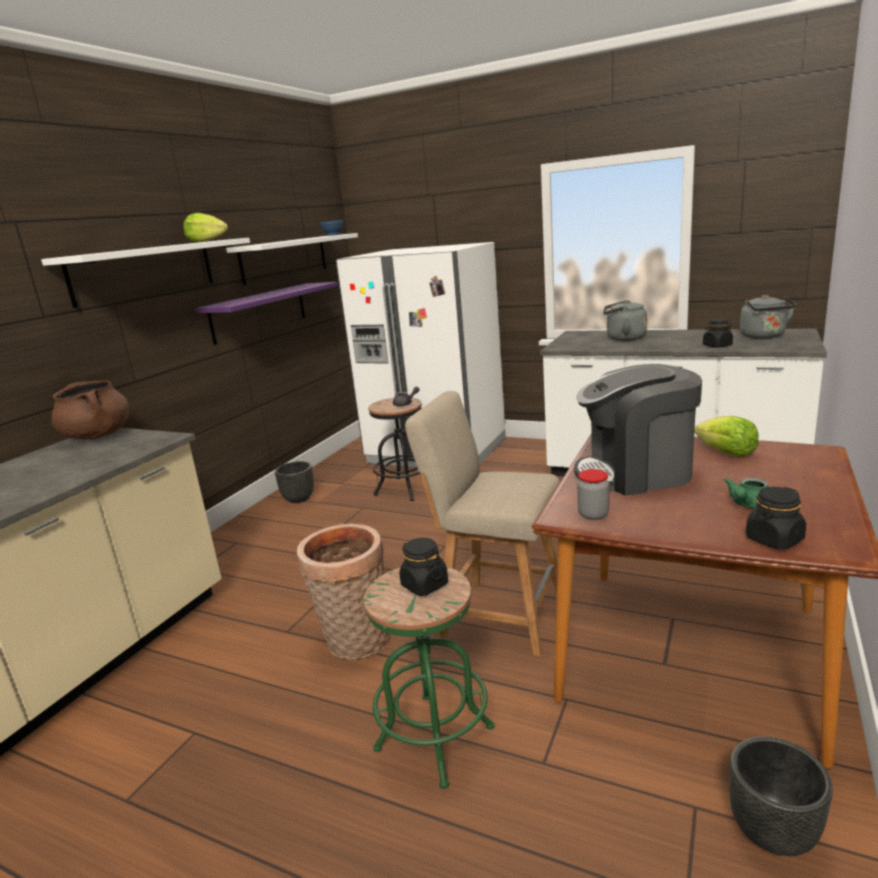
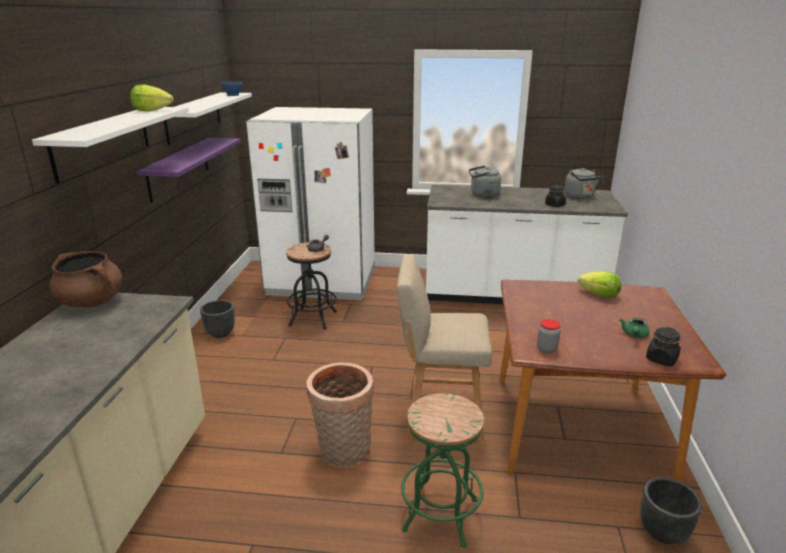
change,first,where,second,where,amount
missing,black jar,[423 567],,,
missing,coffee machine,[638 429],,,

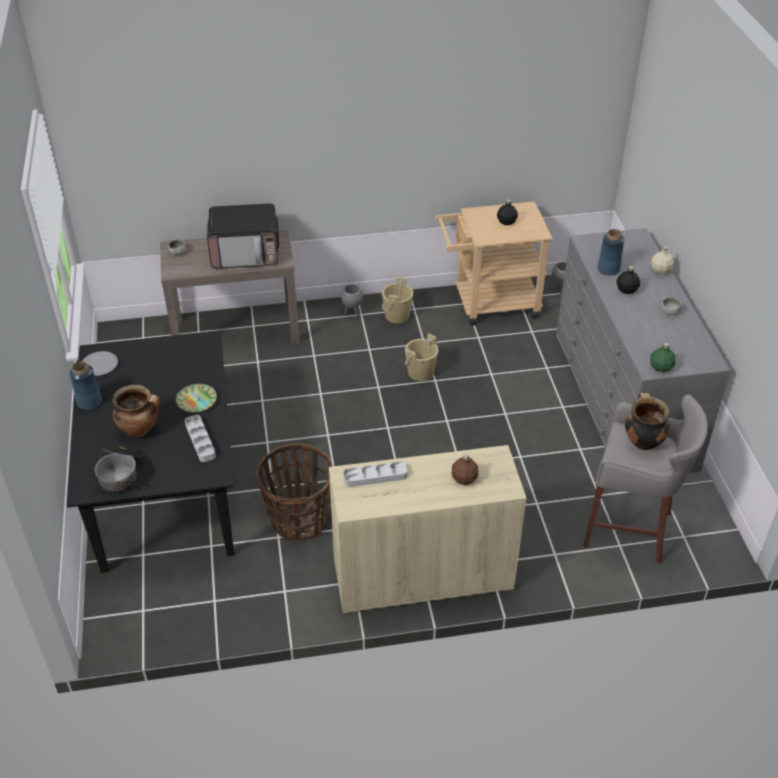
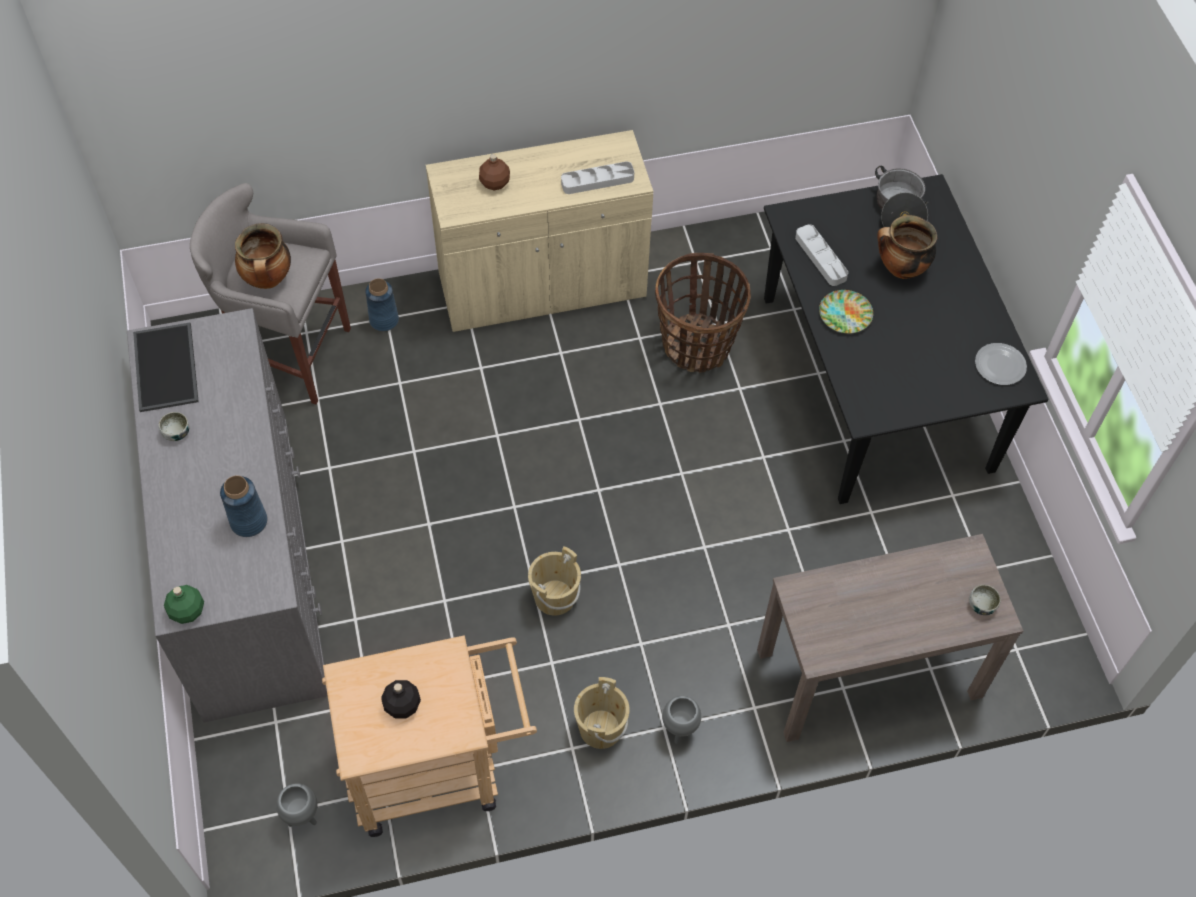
change,first,where,second,where,amount
missing,microwave,[243 236],,,
missing,black bottle,[628 280],,,
missing,beige bottle,[662 260],,,
appeared,,,tray,[166 367],
relocated,blue vase,[86 385],,[382 304],
relocated,green bottle,[662 357],,[184 604],

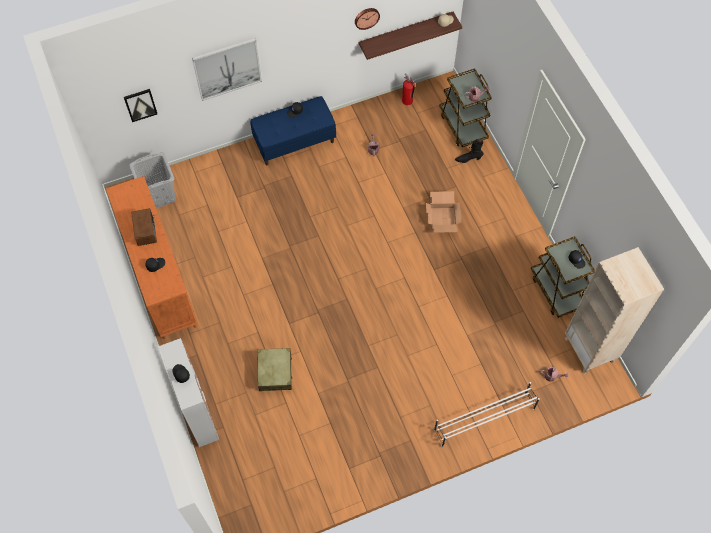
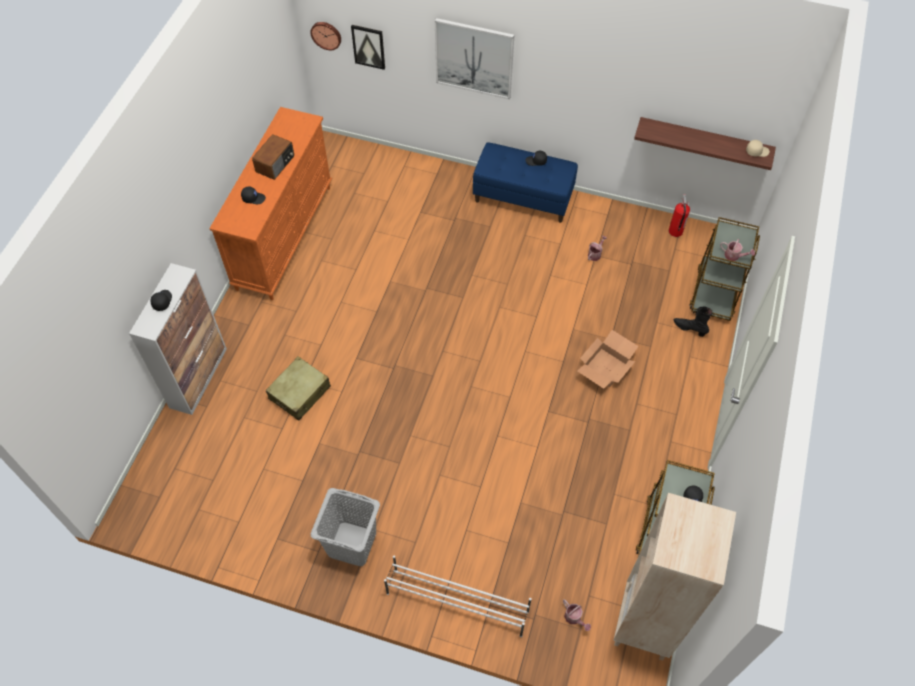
change,first,where,second,where,amount
relocated,grey laundry basket,[152 180],,[345 527],
relocated,wall clock,[367 19],,[325 36],

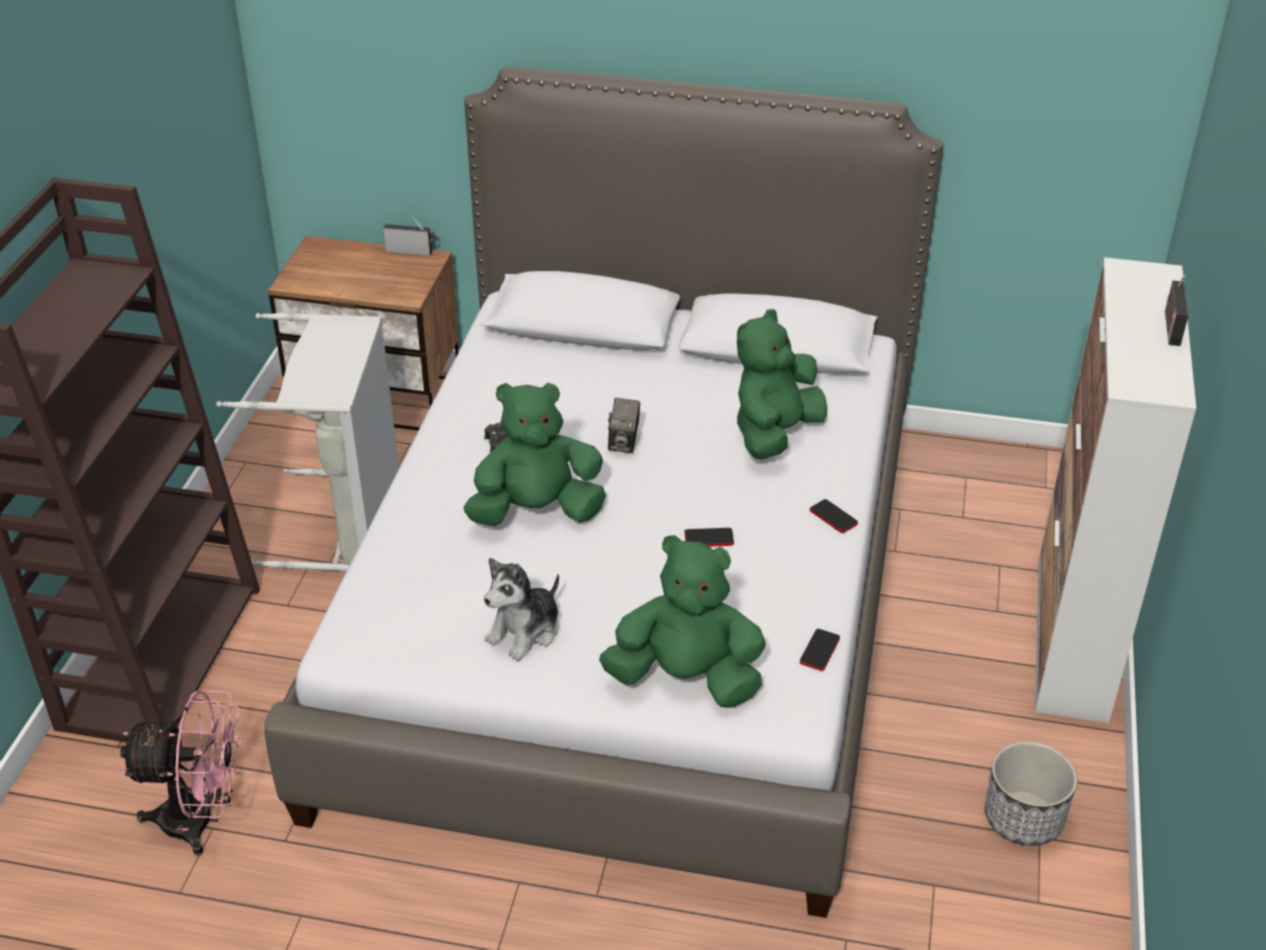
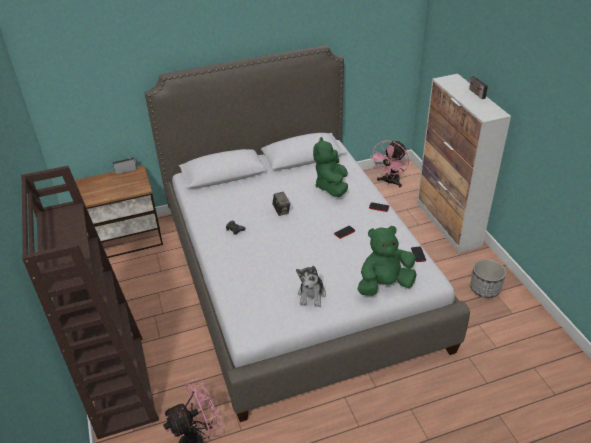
change,first,where,second,where,amount
missing,grey laundry basket,[307 442],,,
missing,green plush toy,[535 454],,,
appeared,,,pink fan,[390 163],

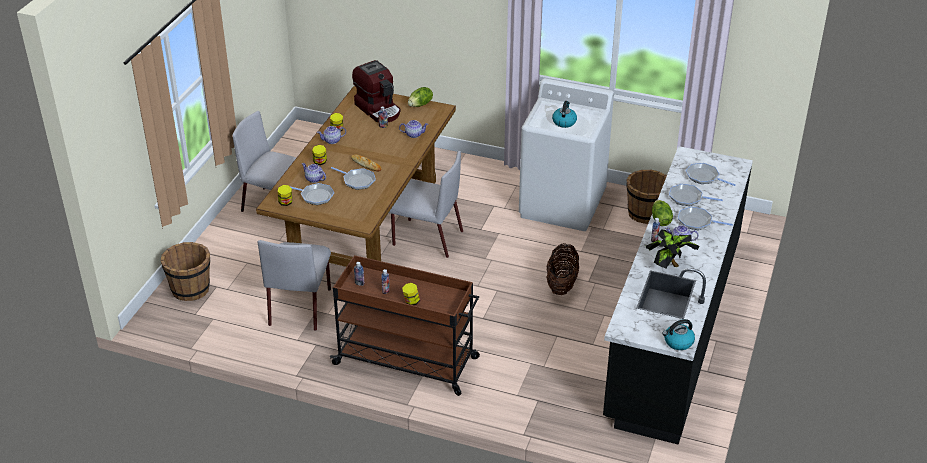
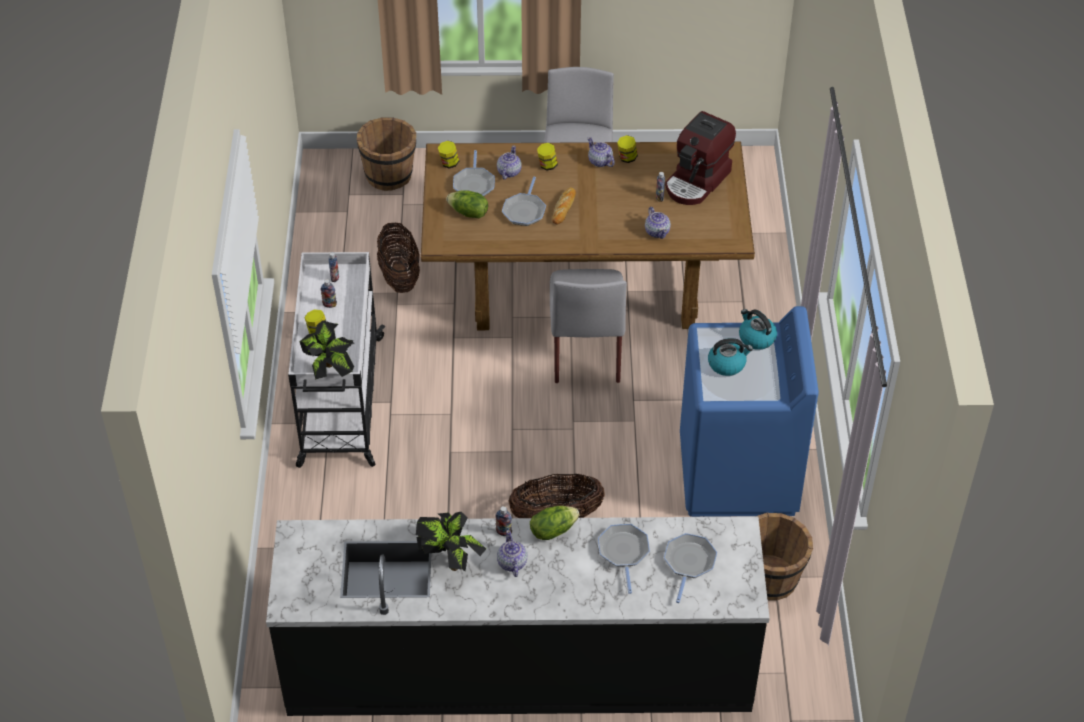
change,first,where,second,where,amount
missing,frying pan,[705 218],,,
appeared,,,potted plant,[326 350],
relocated,lettuce,[420 97],,[467 204],
relocated,kettle,[678 334],,[758 329],
exchanged,grey chair,[294 285],basket,[398 257],
colour,brown cart,[405 325],white cart,[336 360],
colour,white washing machine,[566 154],blue washing machine,[749 411],

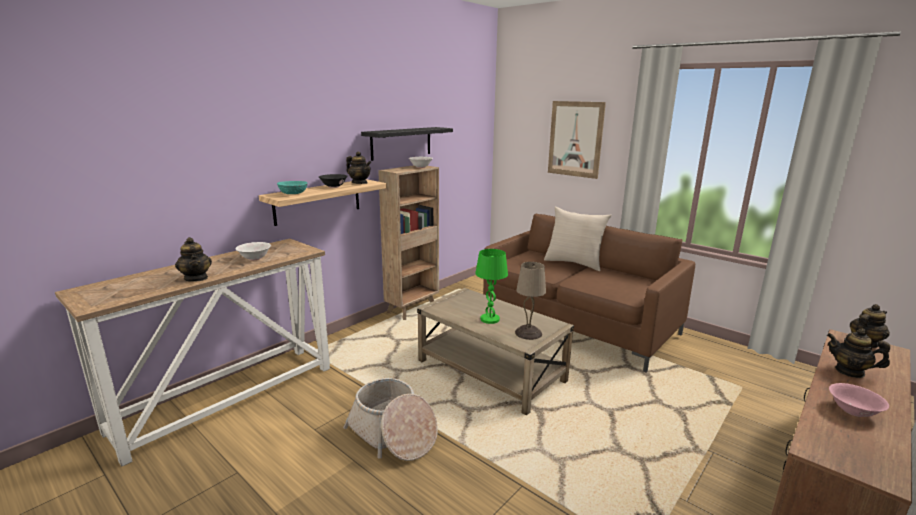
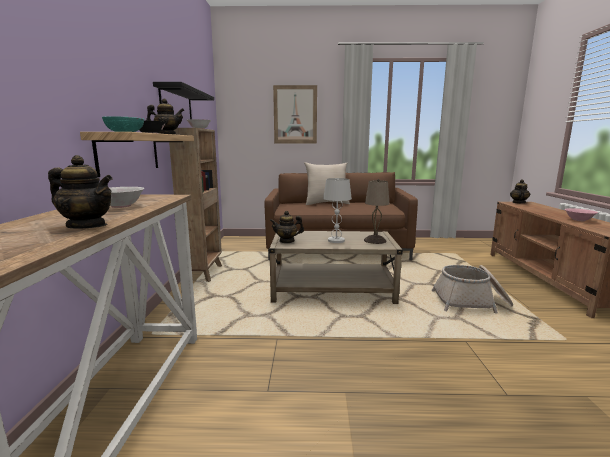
change,first,where,second,where,amount
relocated,basket,[390 419],,[472 289],
relocated,teapot,[858 353],,[287 227],
colour,green table lamp,[491 286],white table lamp,[337 210],

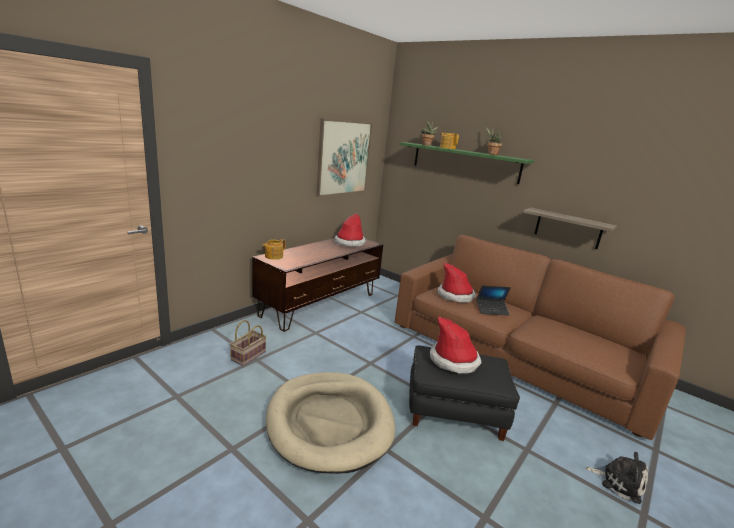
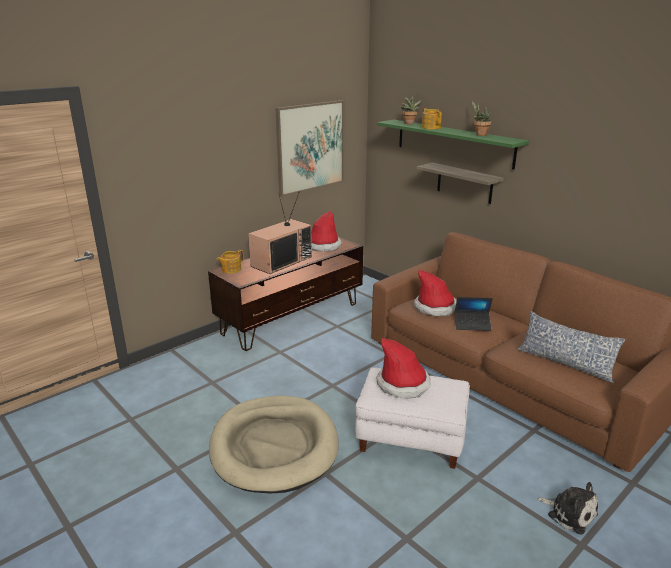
change,first,where,second,where,amount
missing,basket,[248 343],,,
appeared,,,television,[280 232],
appeared,,,pillow,[571 347],
relocated,shelf,[570 228],,[460 183],
colour,black ottoman,[464 393],white ottoman,[412 418],

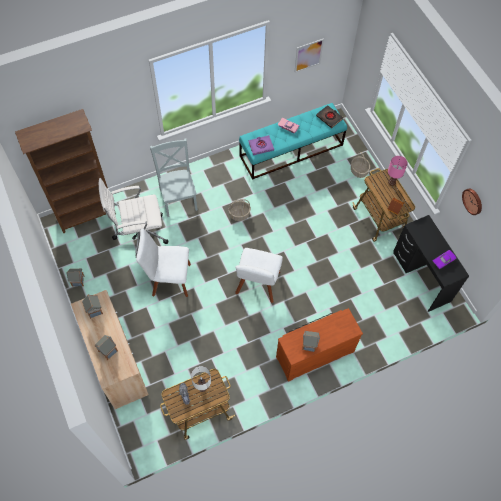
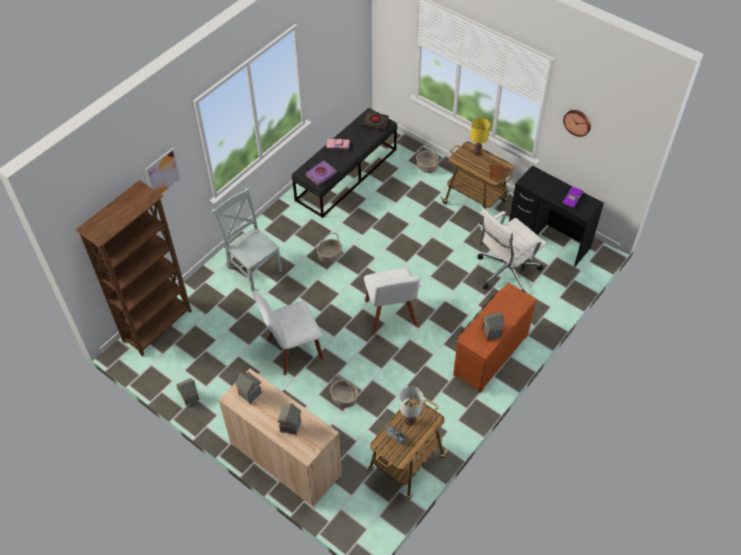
change,first,where,second,where,amount
appeared,,,basket,[344 392],
relocated,white office chair,[133 217],,[512 250],
relocated,picture,[309 55],,[163 171],
colour,turquoise bench,[293 141],black bench,[345 163],
colour,pink table lamp,[398 171],yellow table lamp,[480 137],

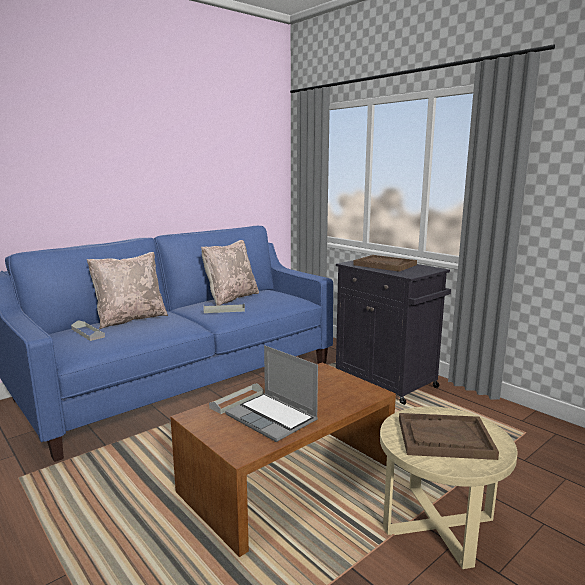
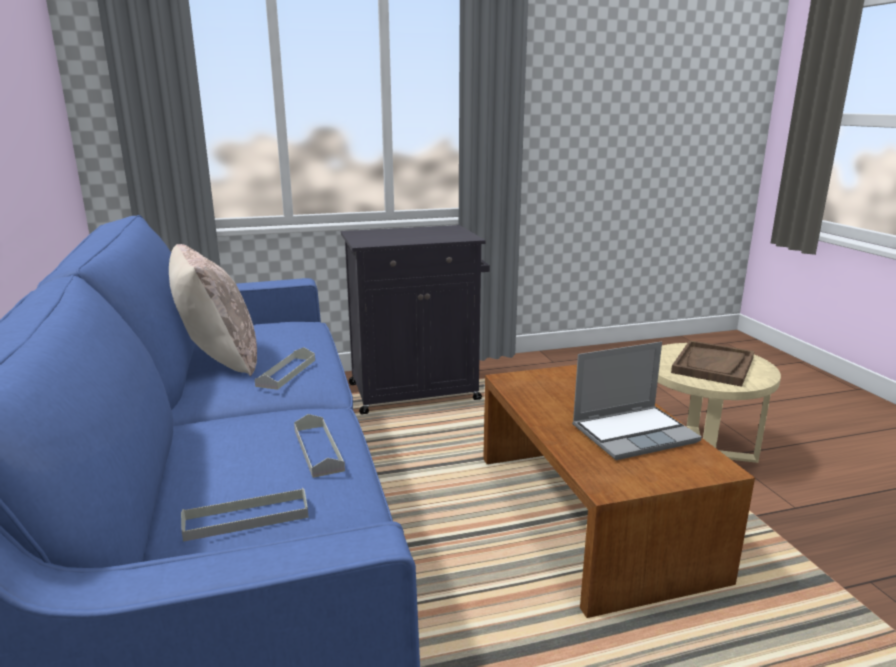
change,first,where,second,where,amount
missing,beige pillow,[127 290],,,
missing,brown tray,[385 263],,,
relocated,grey tray,[236 398],,[319 446],

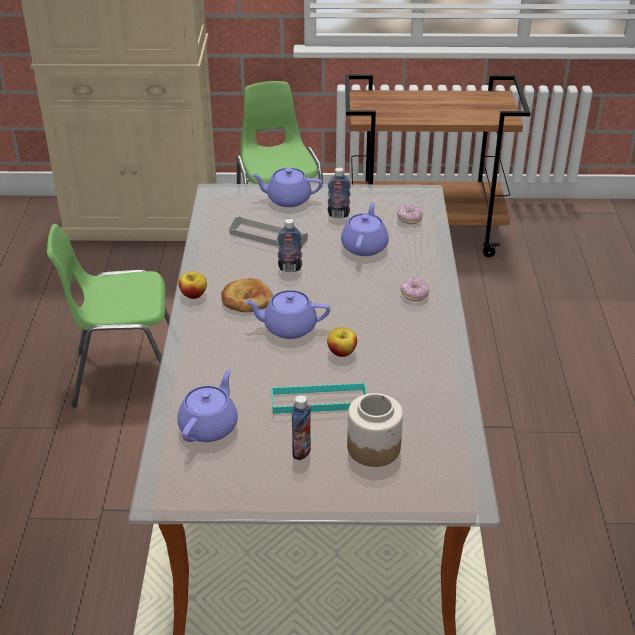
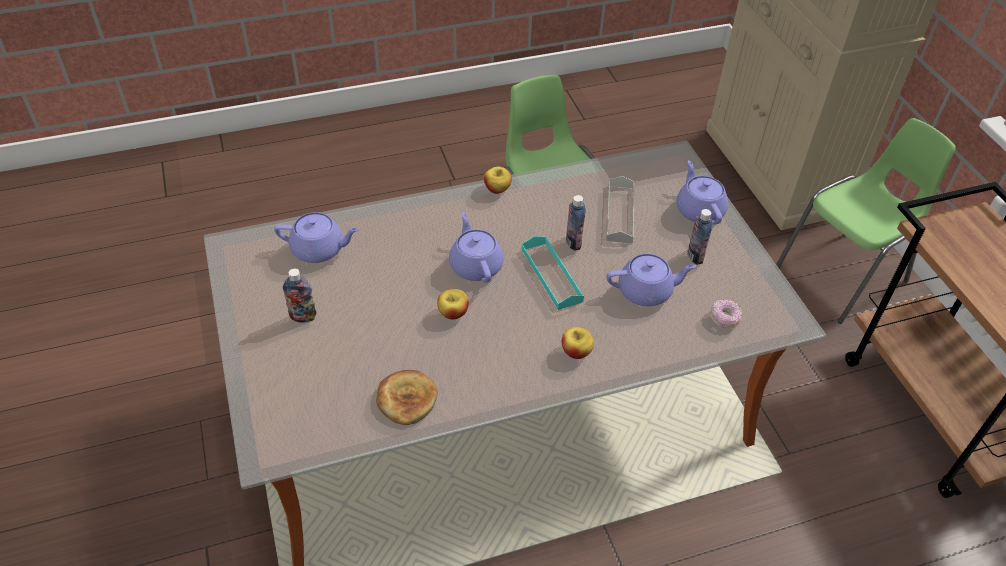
change,first,where,second,where,amount
missing,jar,[375 430],,,
relocated,bread,[247 295],,[407 397],
relocated,turquoise tray,[318 398],,[553 273],
exchanged,donut,[415 289],apple,[578 343],

